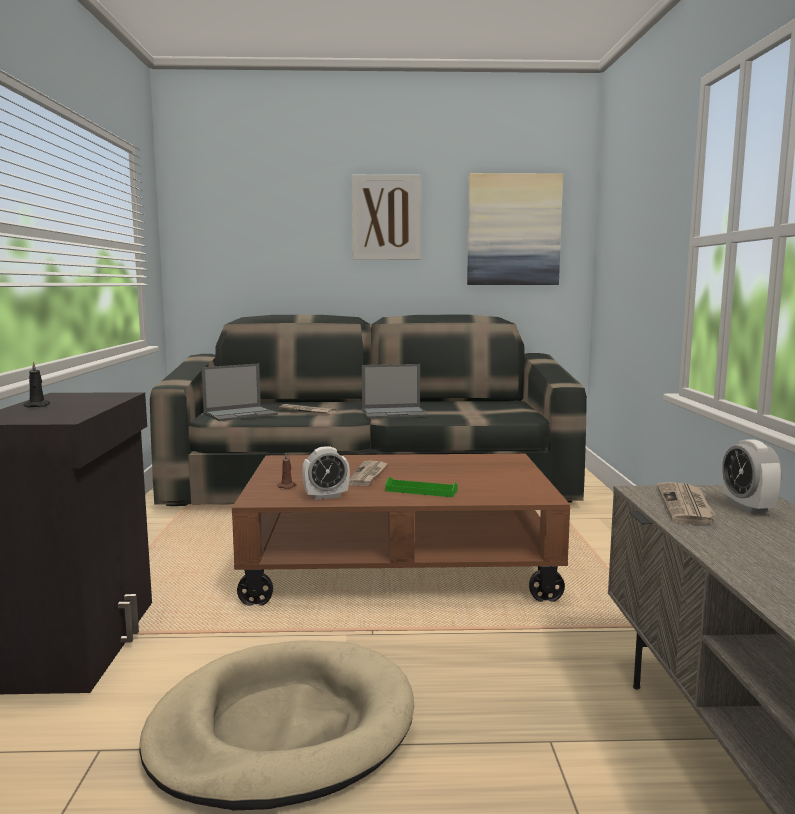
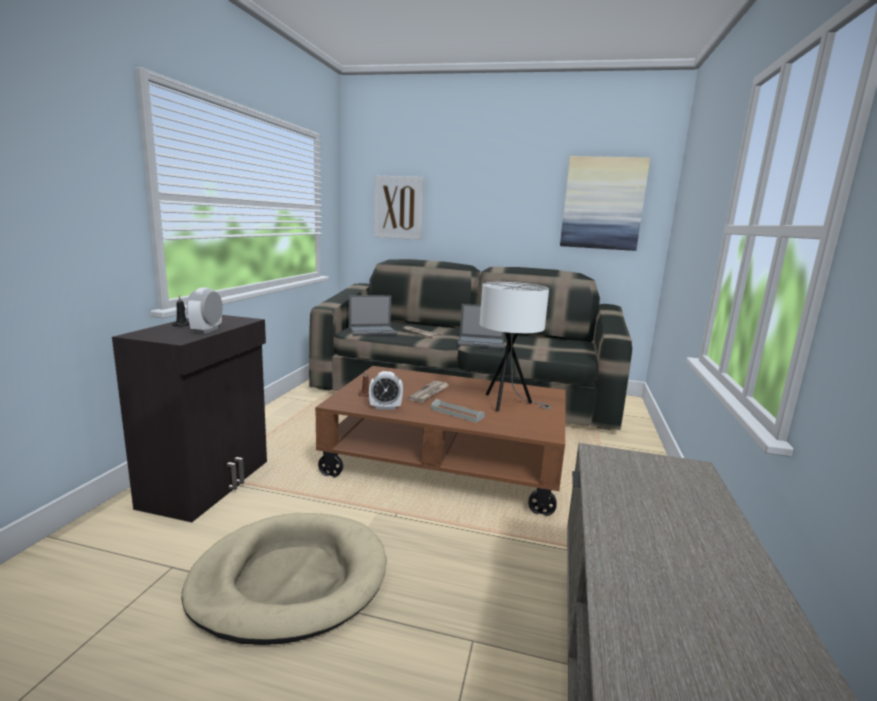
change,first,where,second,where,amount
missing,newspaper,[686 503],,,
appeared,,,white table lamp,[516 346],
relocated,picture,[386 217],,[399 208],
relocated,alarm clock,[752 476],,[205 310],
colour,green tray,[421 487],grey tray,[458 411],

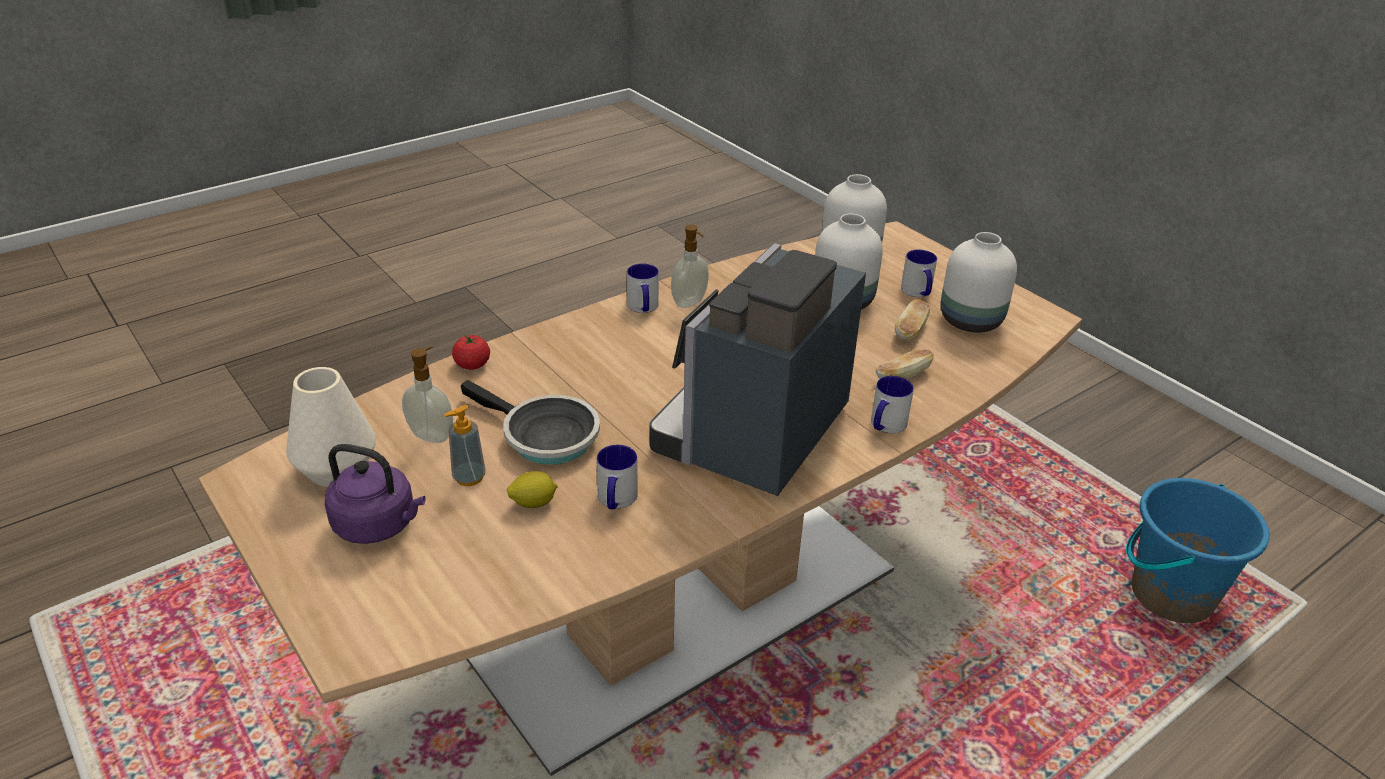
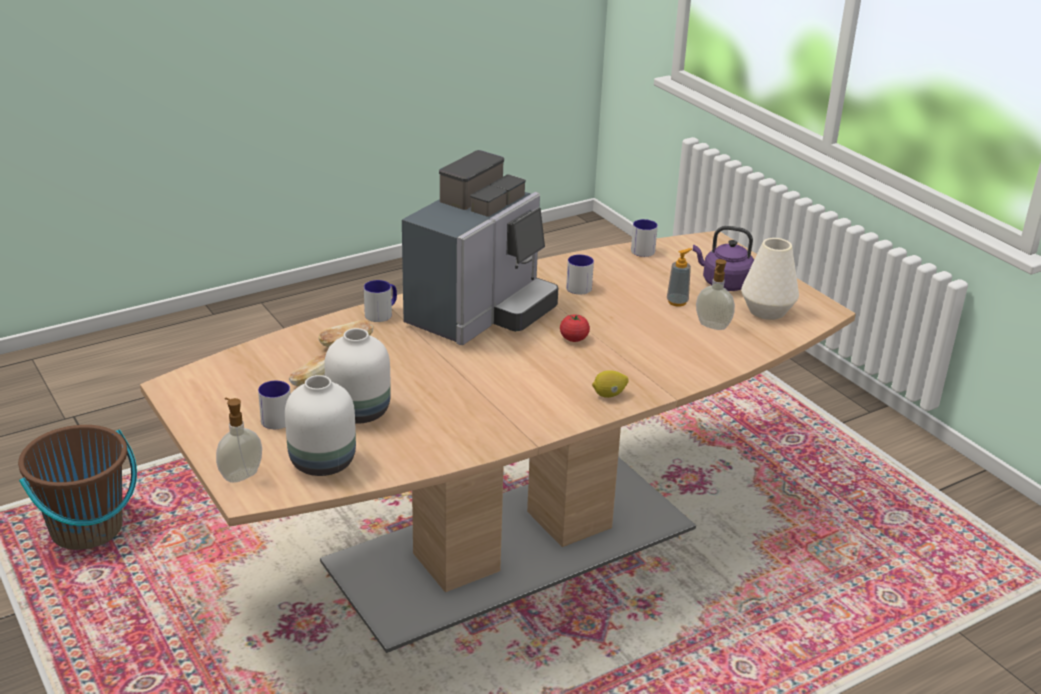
change,first,where,second,where,amount
missing,frying pan,[530 422],,,
missing,white vase,[979 282],,,
relocated,tomato,[471 352],,[575 328],
relocated,lemon,[532 489],,[610 384],
relocated,mug,[643 288],,[644 238],
relocated,soap dispenser,[690 266],,[239 440],
colour,blue bucket,[1198 550],brown bucket,[77 487],

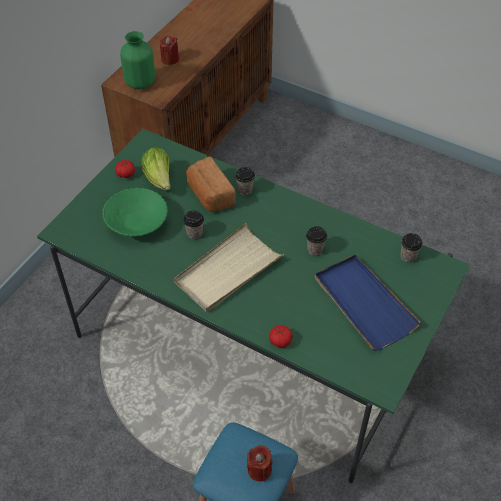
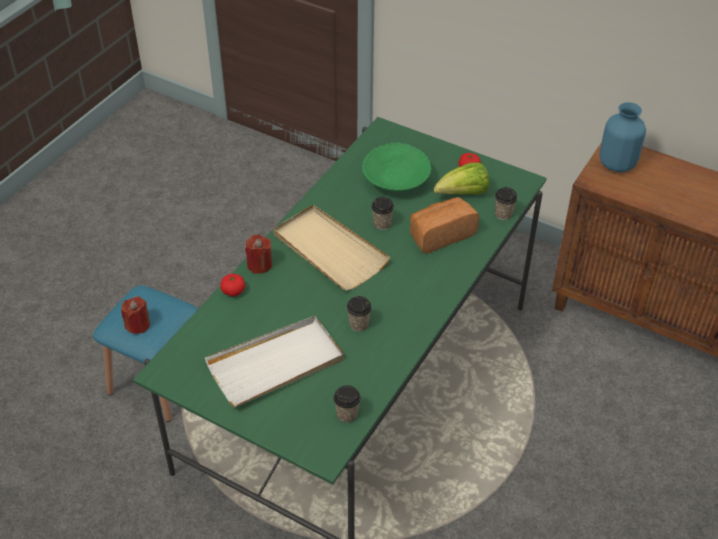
change,first,where,second,where,amount
relocated,red candle,[169 50],,[258 254],
relocated,cup,[245 181],,[506 203],
colour,green vase,[137 60],blue vase,[622 137],
colour,blue tray,[368 302],white tray,[274 361],

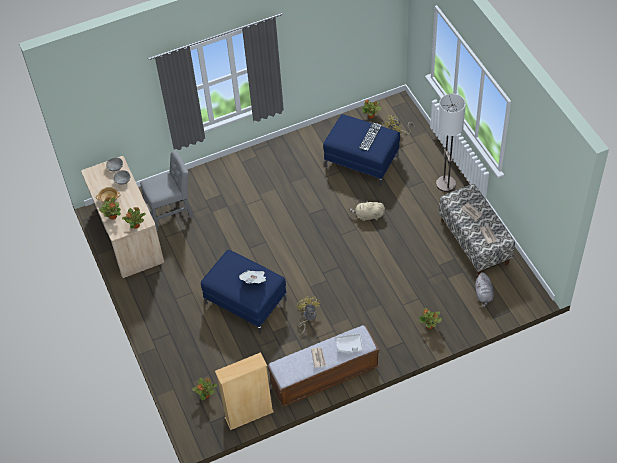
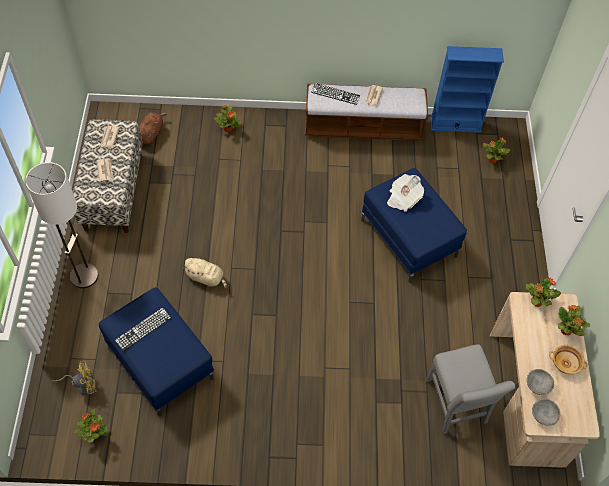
change,first,where,second,where,amount
missing,yellow fan,[308 315],,,
exchanged,grey tray,[349 343],keyboard,[335 94],
colour,beige bookcase,[244 391],blue bookcase,[467 89],
colour,grey plush toy,[484 290],brown plush toy,[153 128],
spun,grey chair,[166 190],,[470 389],105 degrees counterclockwise

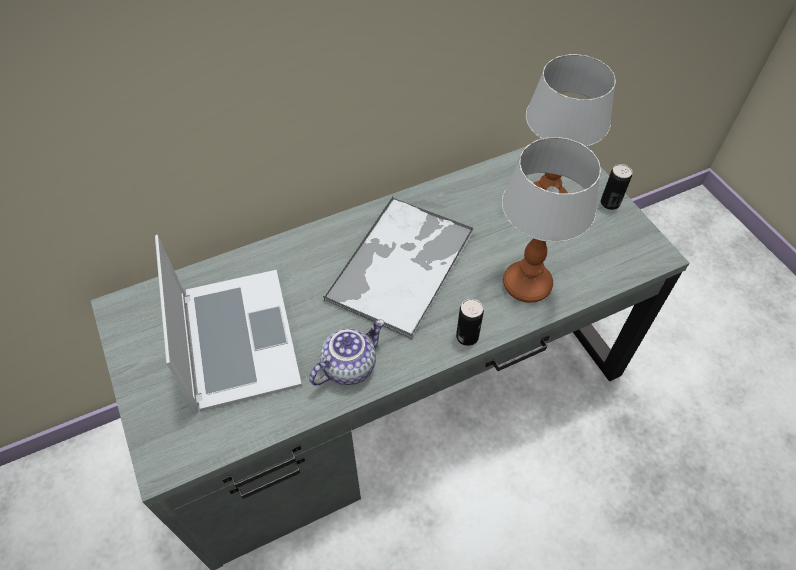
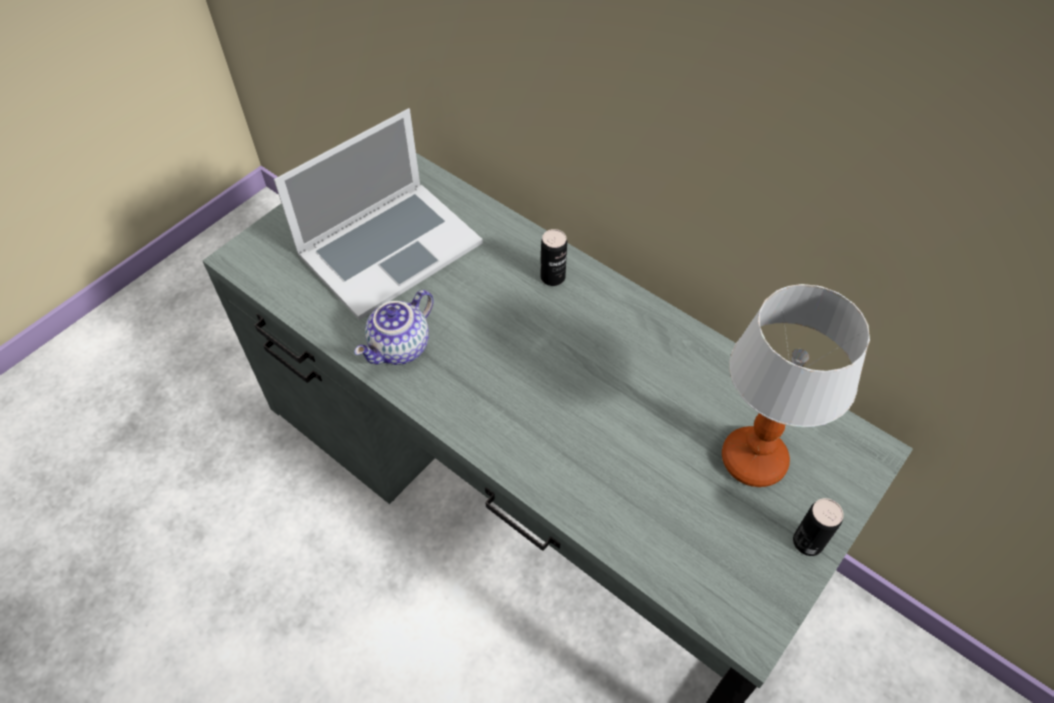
change,first,where,second,where,amount
missing,tray,[398 268],,,
missing,table lamp,[551 220],,,
relocated,can,[470 322],,[554 257],
spun,teapot,[346 352],,[394 327],105 degrees clockwise

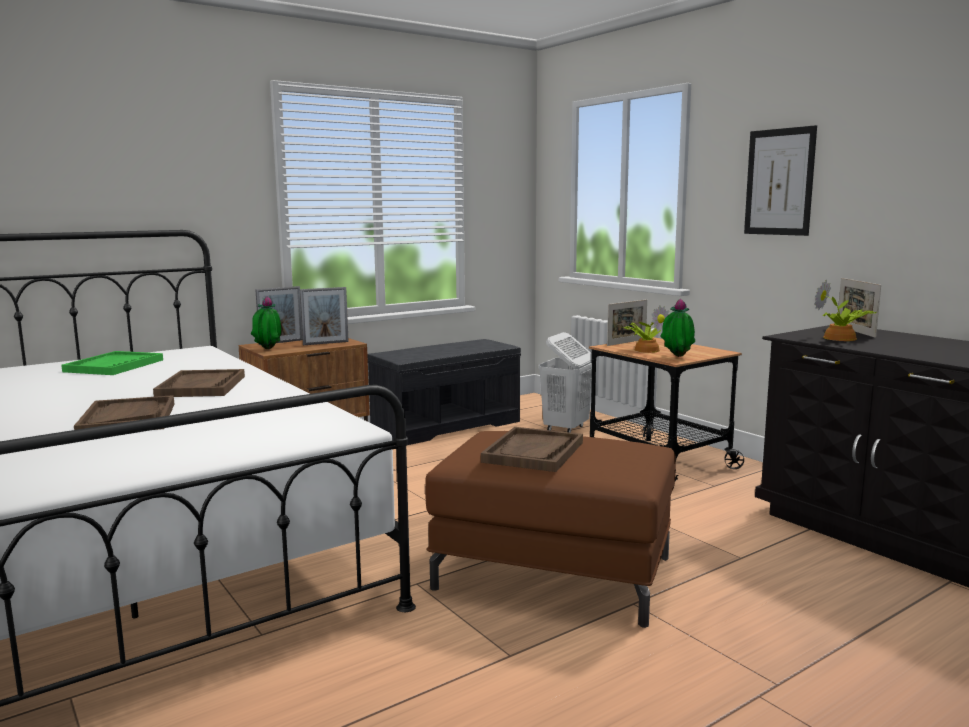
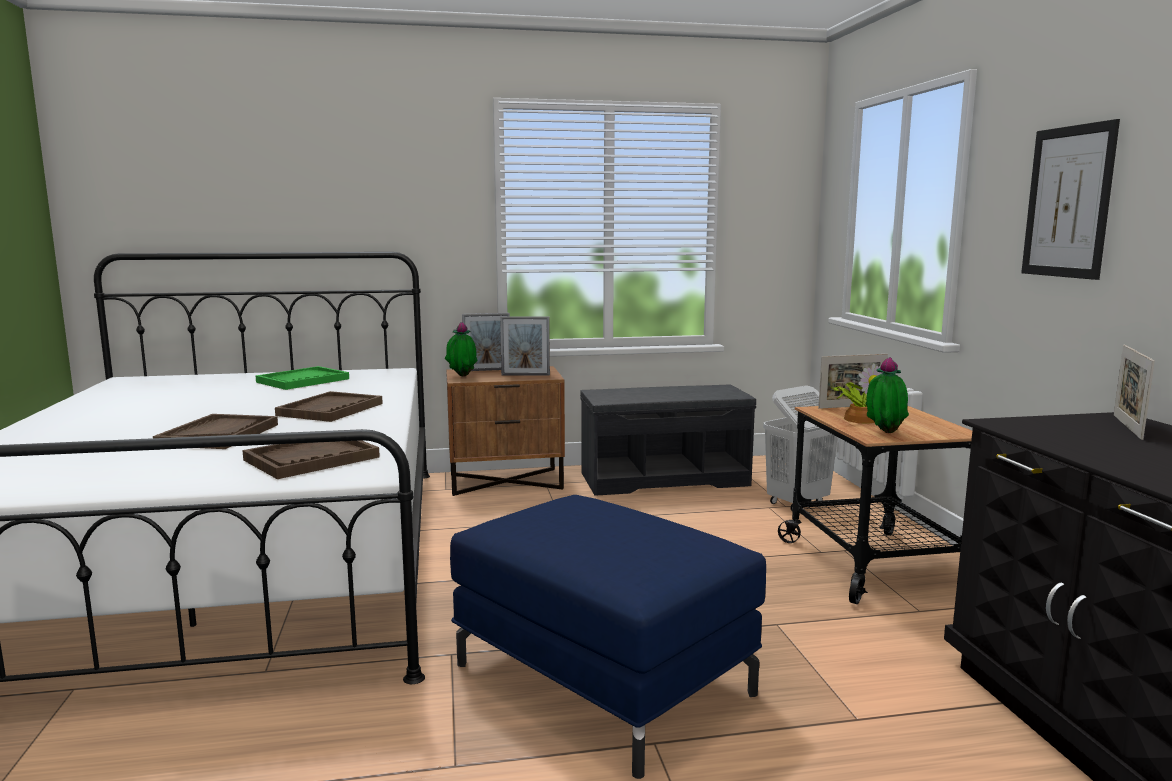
change,first,where,second,where,amount
missing,potted plant,[845 310],,,
relocated,brown tray,[532 449],,[311 459],
colour,brown ottoman,[550 529],blue ottoman,[608 637],

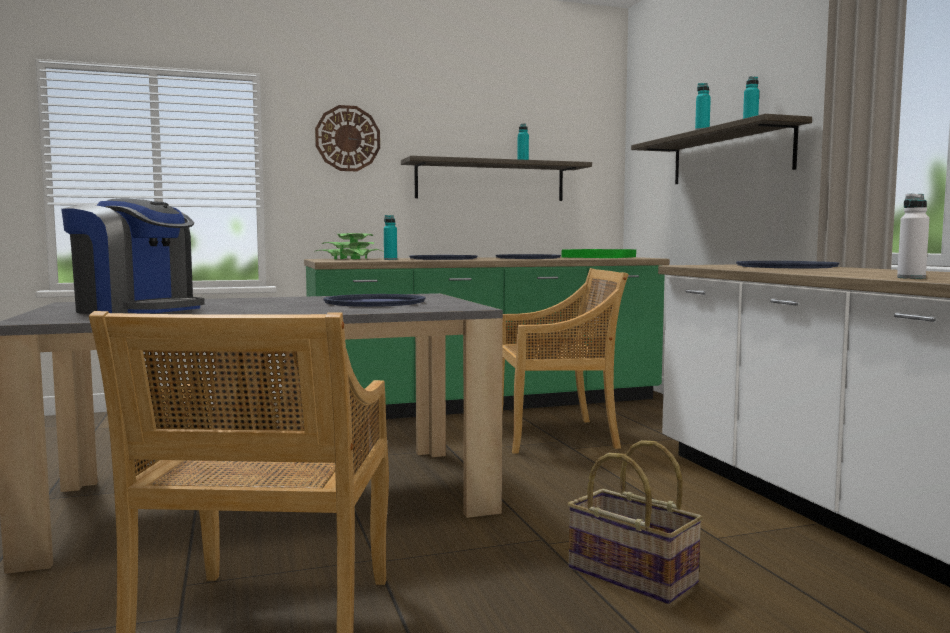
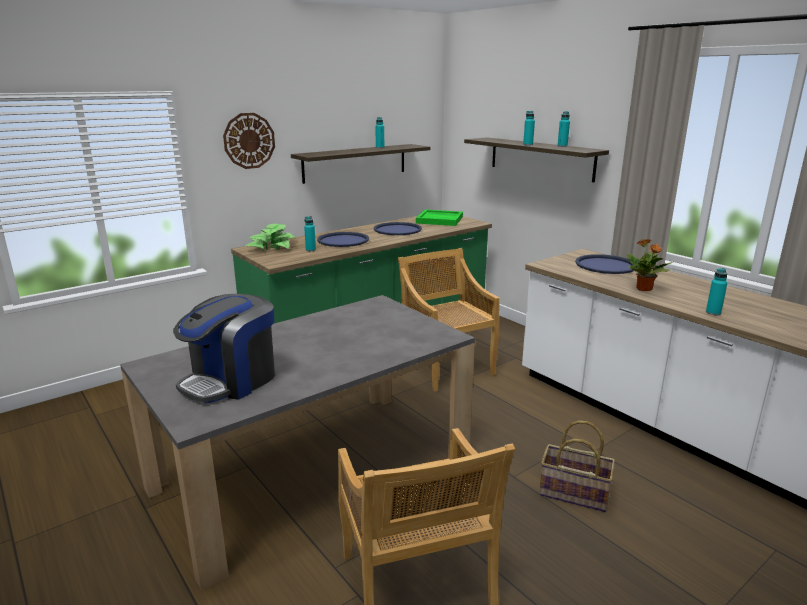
change,first,where,second,where,amount
missing,blue tray,[374 300],,,
appeared,,,potted plant,[650 265],
colour,white bottle,[913 236],turquoise bottle,[716 292],
spun,coffee machine,[133 256],,[224 348],120 degrees clockwise
spun,beige chair,[565 361],,[449 320],90 degrees counterclockwise

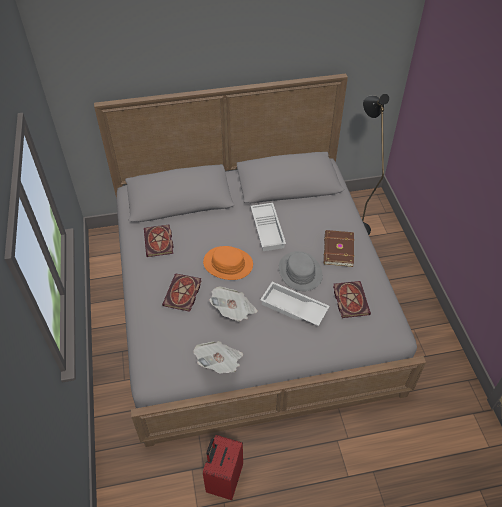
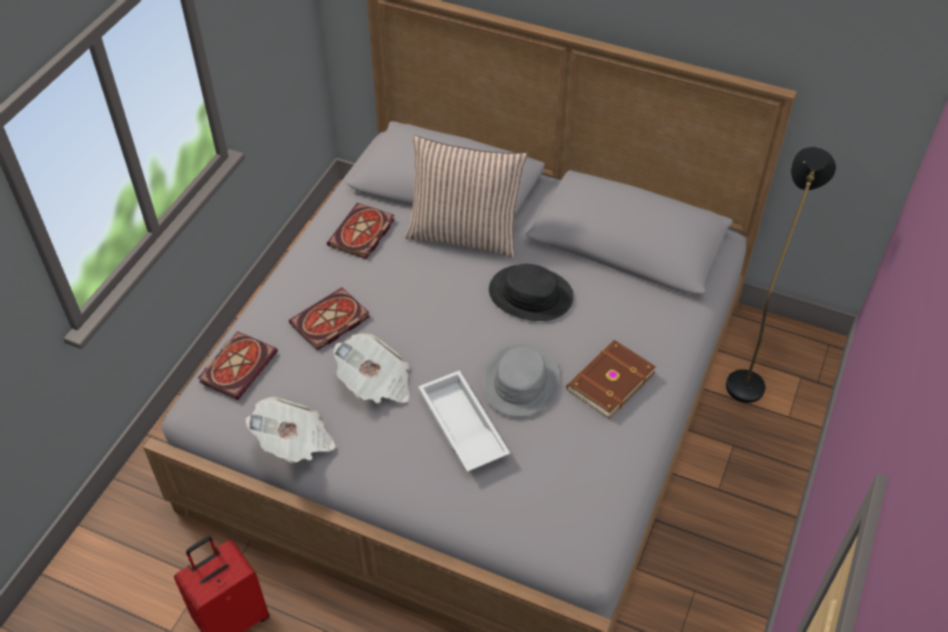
change,first,where,second,where,amount
missing,orange hat,[228 263],,,
appeared,,,pillow,[466 196],
relocated,book,[352 299],,[238 365],
exchanged,white tray,[268 227],black hat,[531 292],

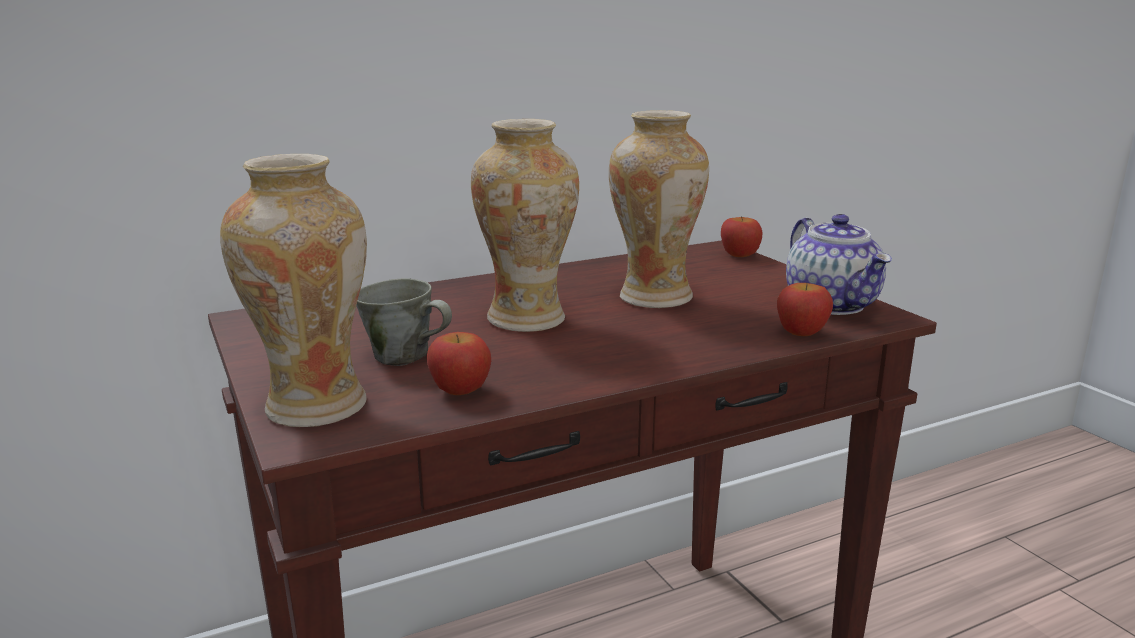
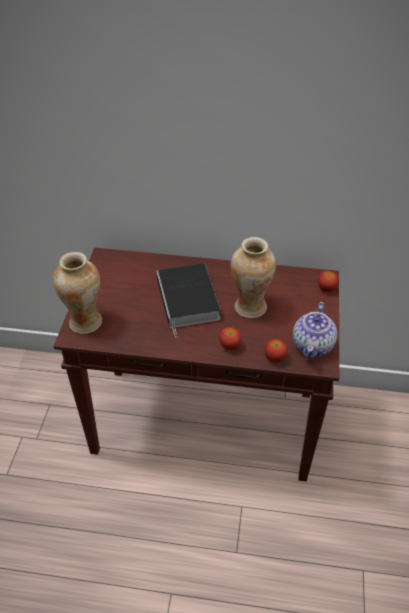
change,first,where,second,where,amount
missing,grey mug,[404 322],,,
relocated,apple,[459 363],,[230 338],
exchanged,vase,[525 225],book,[188 300],

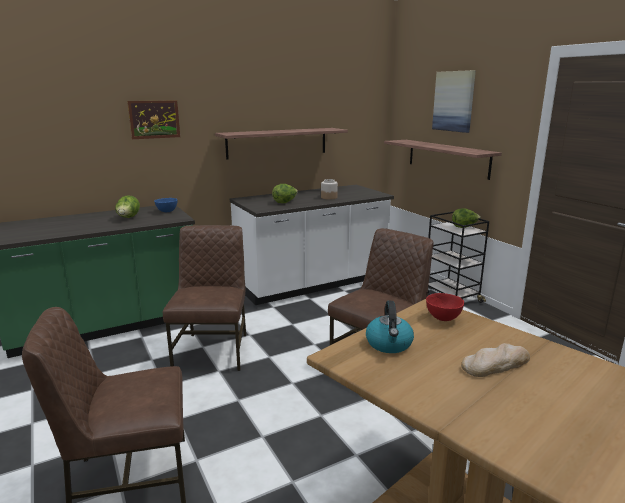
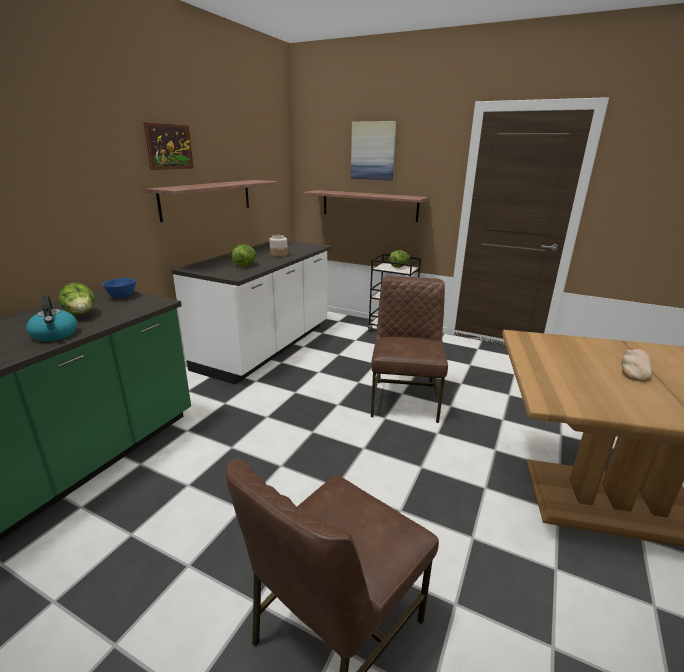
change,first,where,second,where,amount
missing,brown chair,[204 298],,,
missing,red bowl,[445 307],,,
relocated,picture,[153 119],,[168 146],
relocated,kettle,[390 327],,[51 318],

